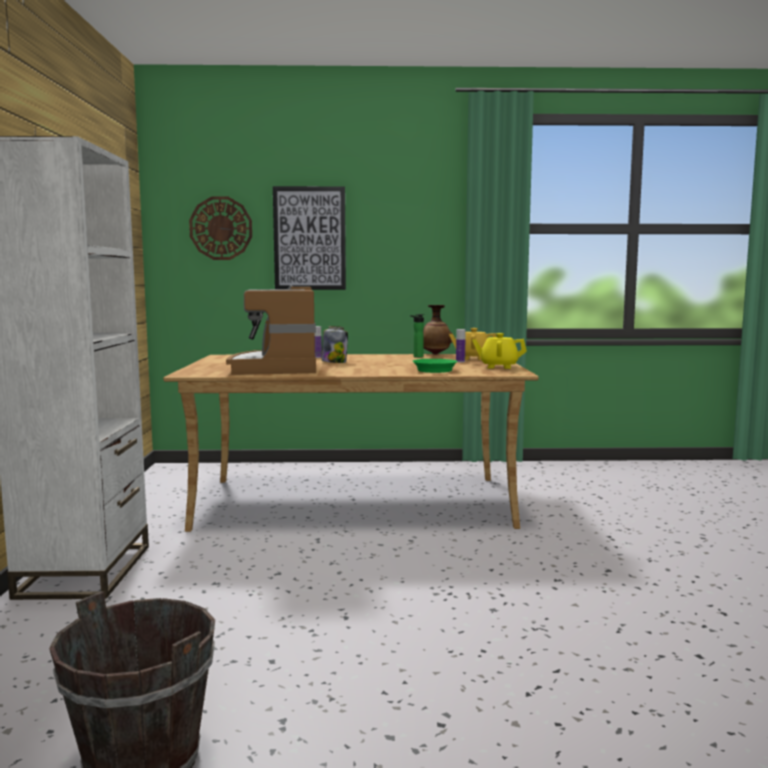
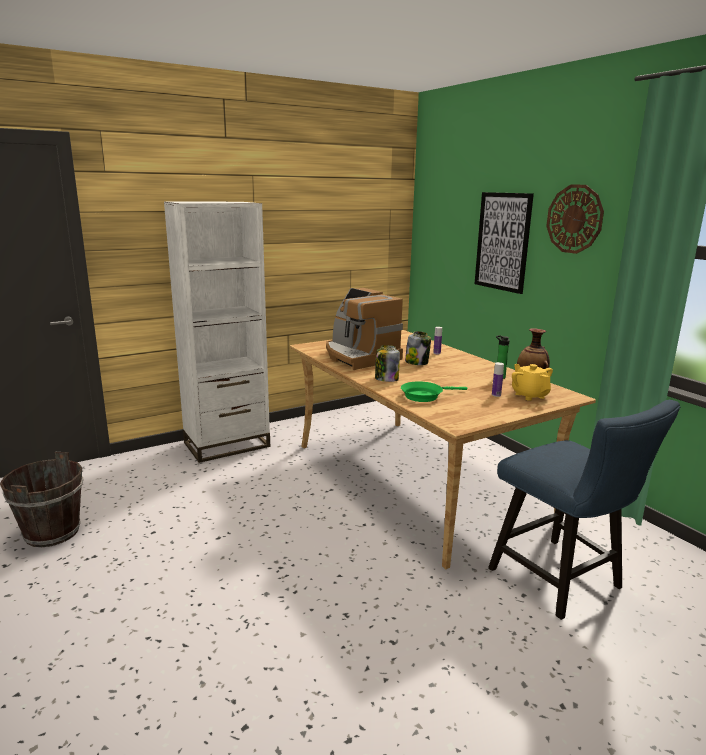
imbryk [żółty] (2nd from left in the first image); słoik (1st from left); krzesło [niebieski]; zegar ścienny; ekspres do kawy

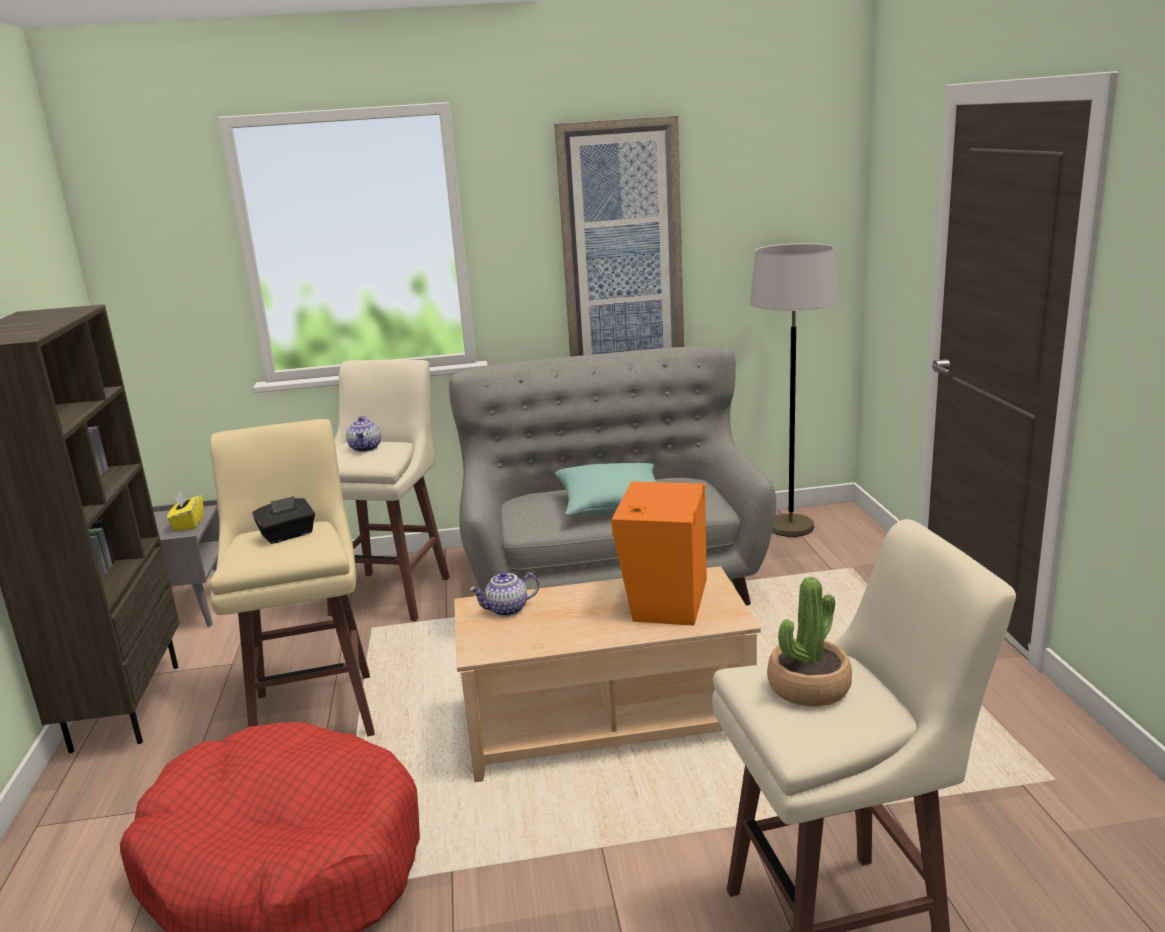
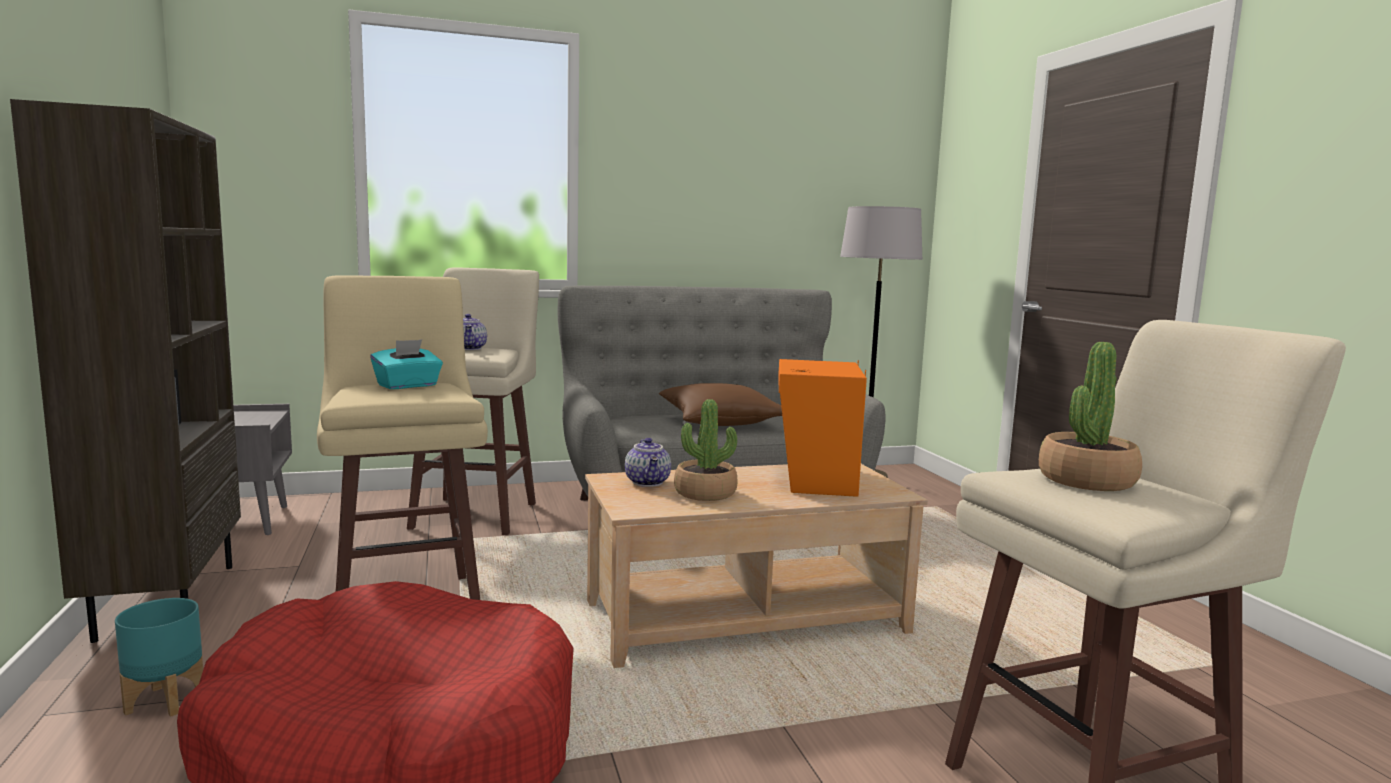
pudełko chusteczek [żółty]; obraz; donica [turkusowy]; roślina doniczkowa (1st from left); pudełko chusteczek [turkusowy]; poduszka [brązowy]; imbryk (2nd from left)

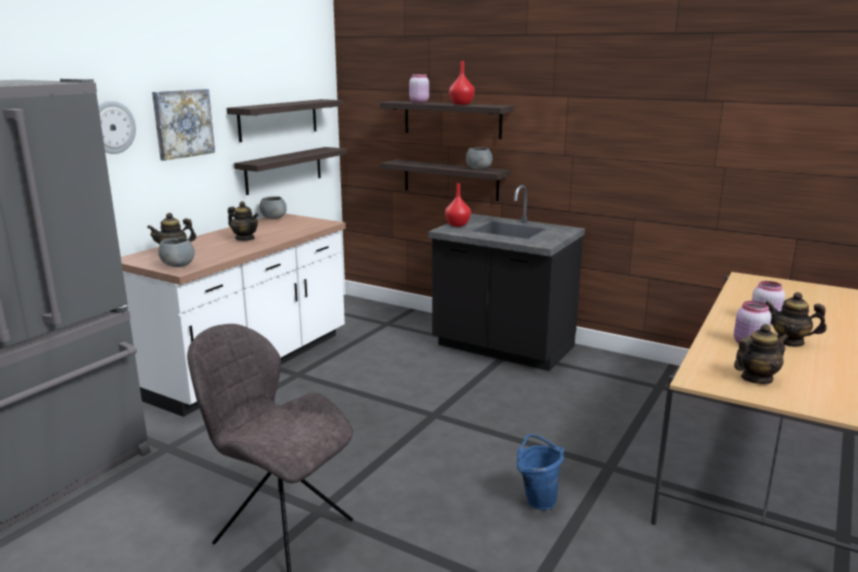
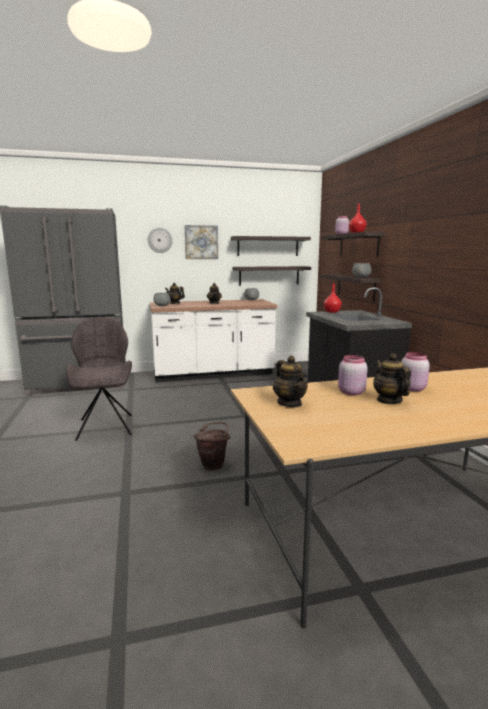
wiadro [brązowy]; imbryk (3rd from left)

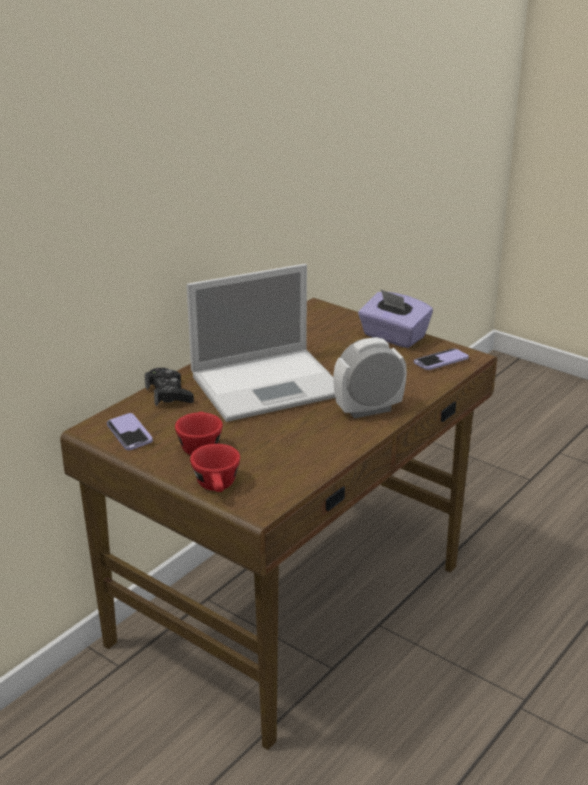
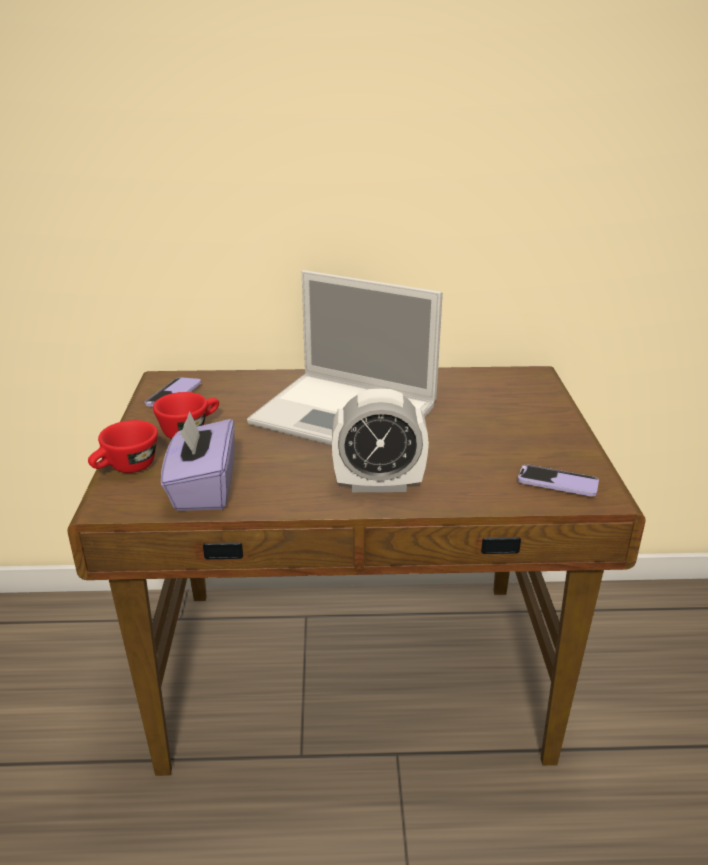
pad do gier [czarny]; pudełko chusteczek [fioletowy]; budzik

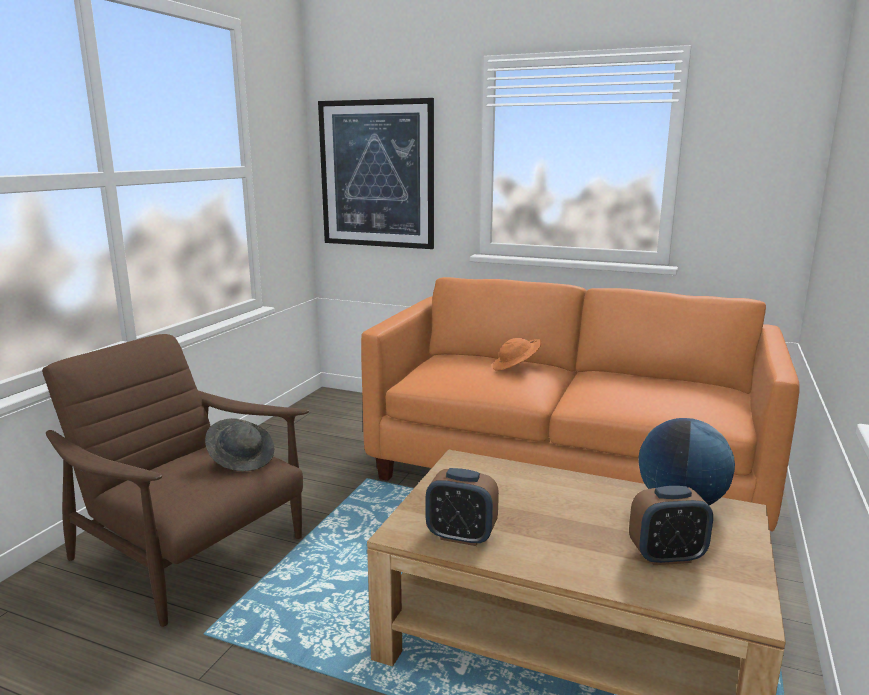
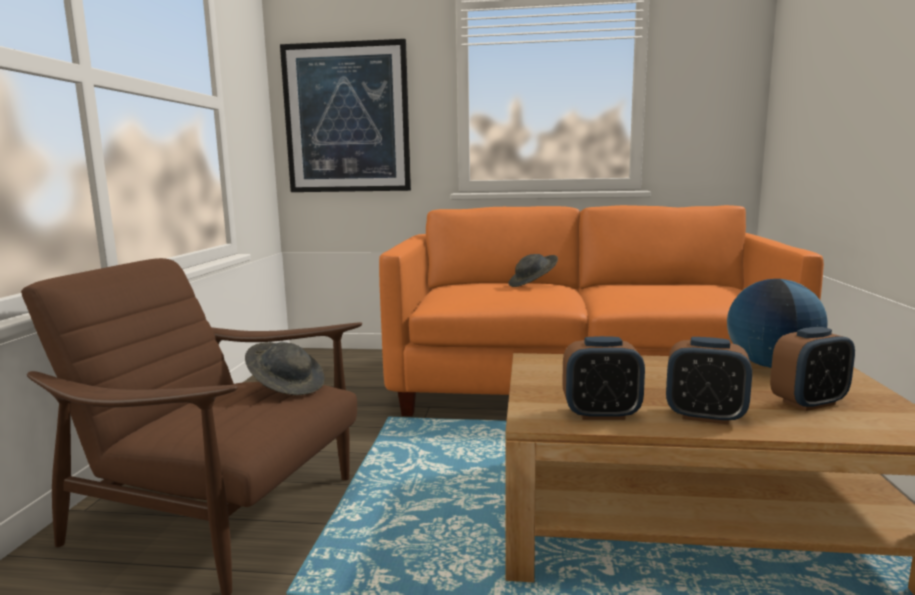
budzik (2nd from left); kapelusz [szary] (2nd from left)

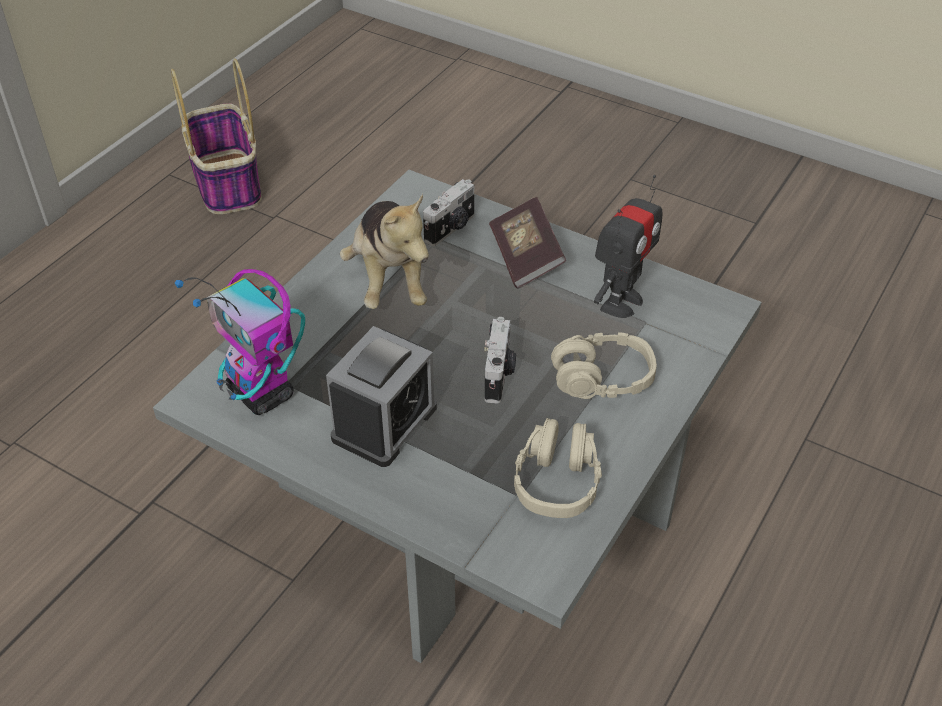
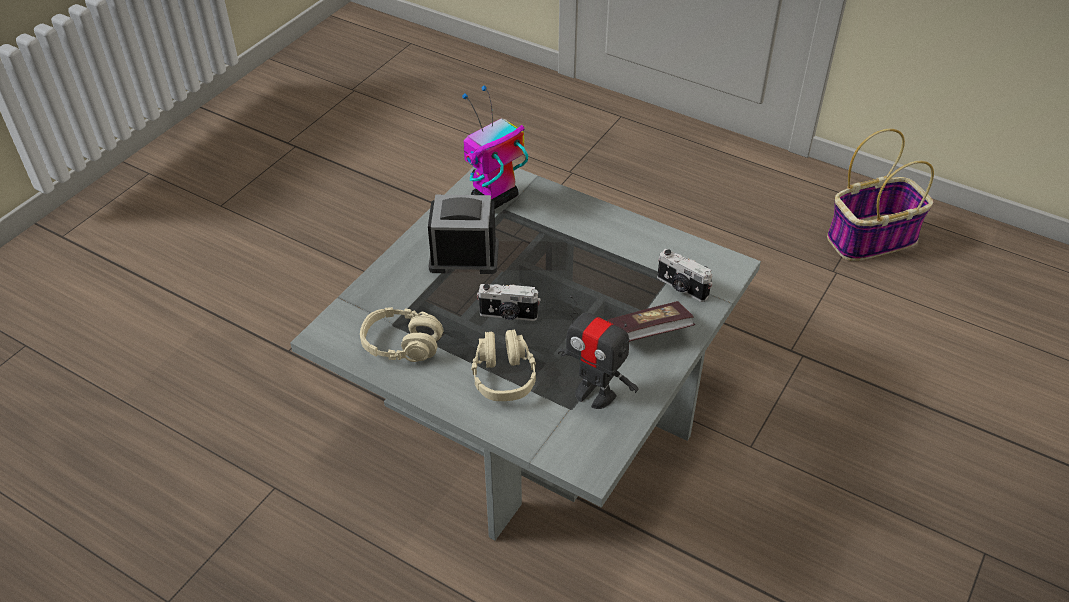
pluszak; budzik

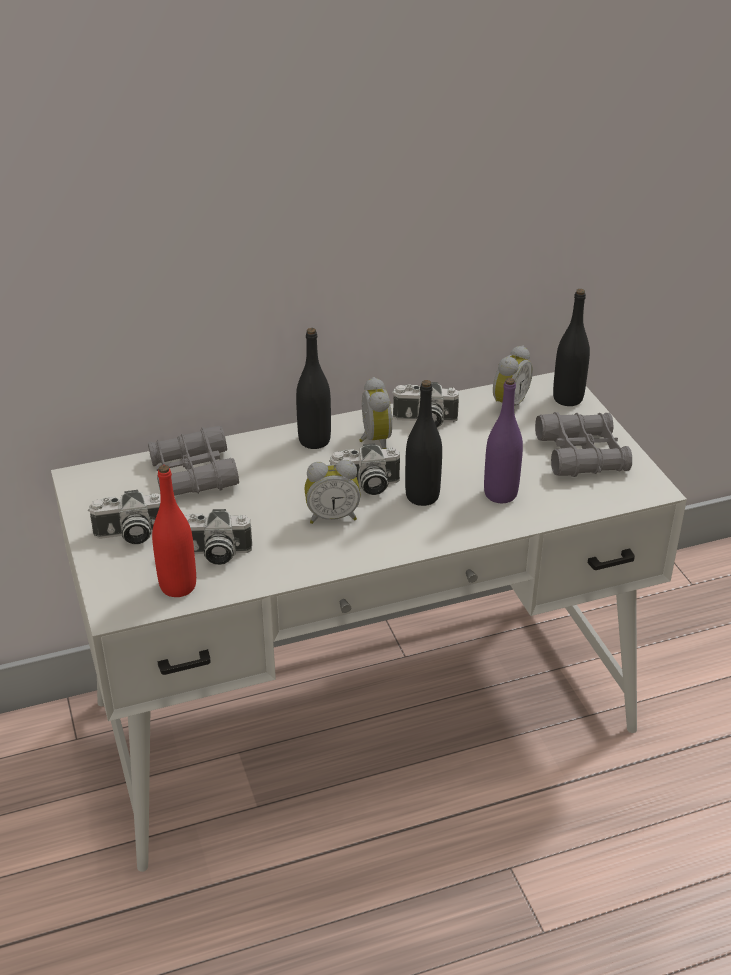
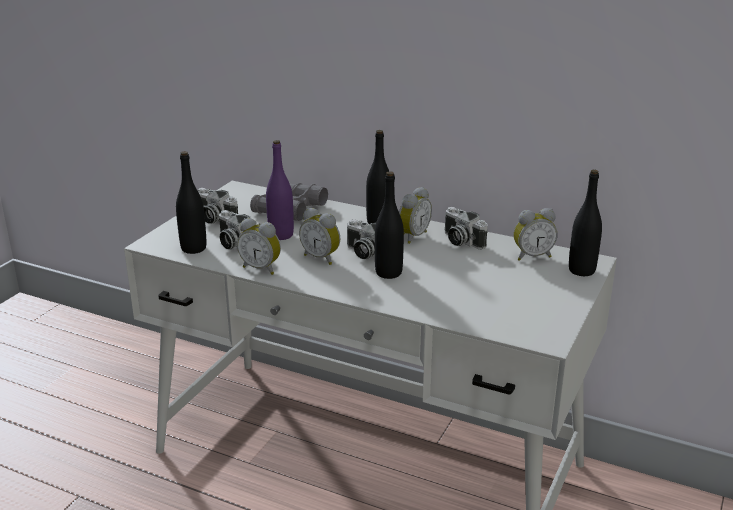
lornetka [szary] (2nd from left in the first image); budzik (1st from left); butelka [fioletowy]; butelka [czarny] (1st from left)

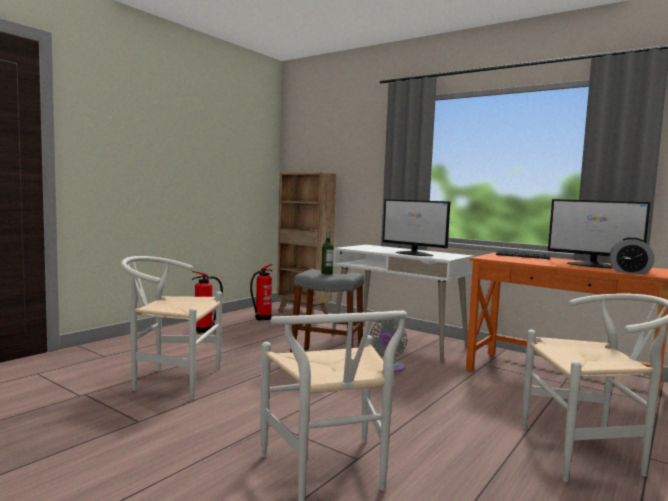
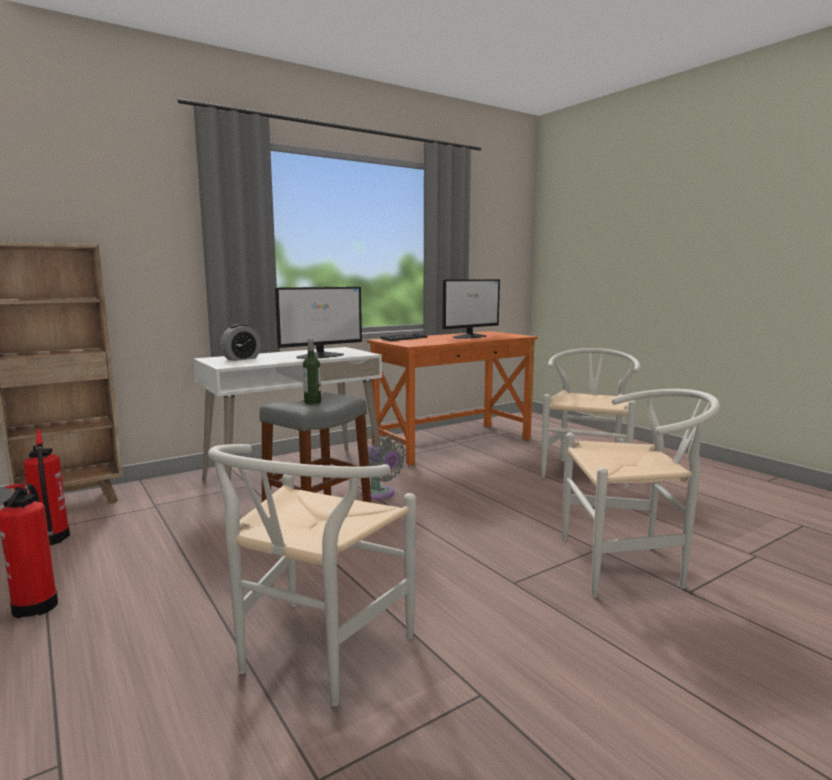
budzik

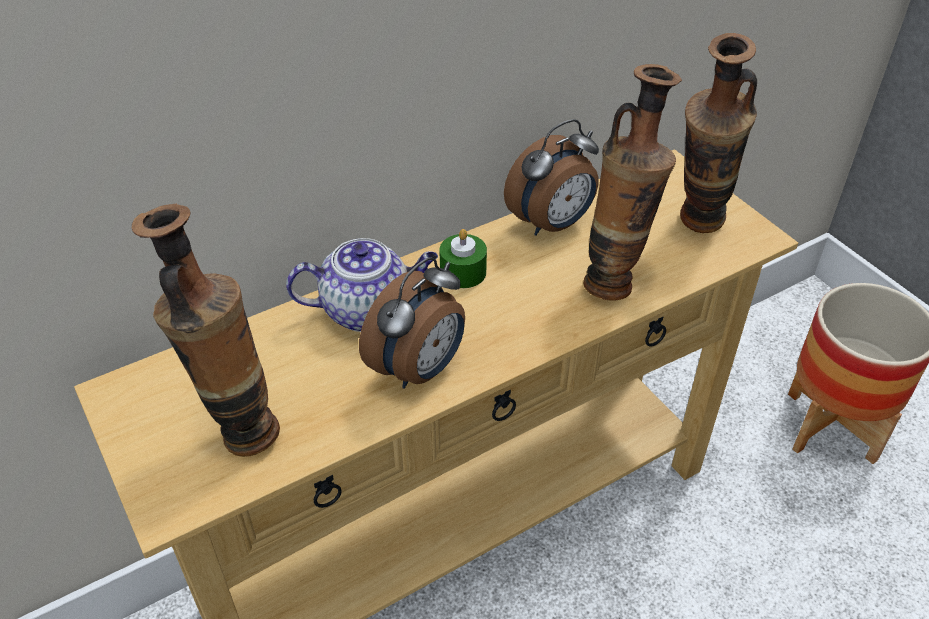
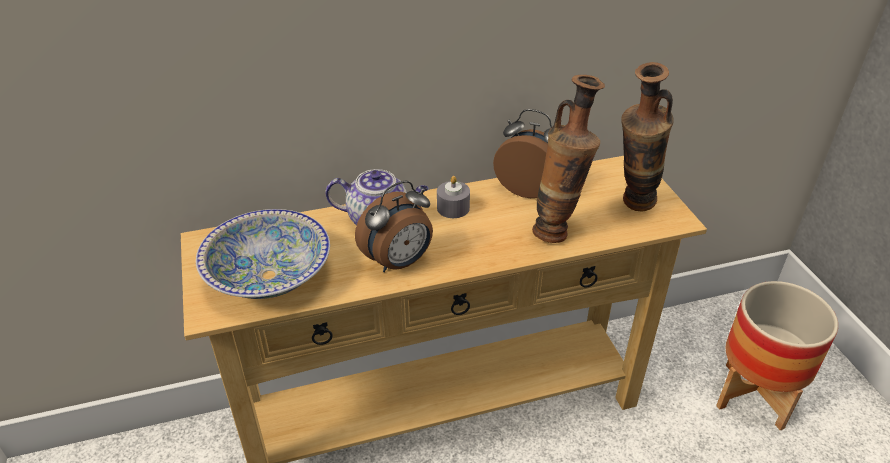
miska; świeca [szary]; budzik (2nd from left)

